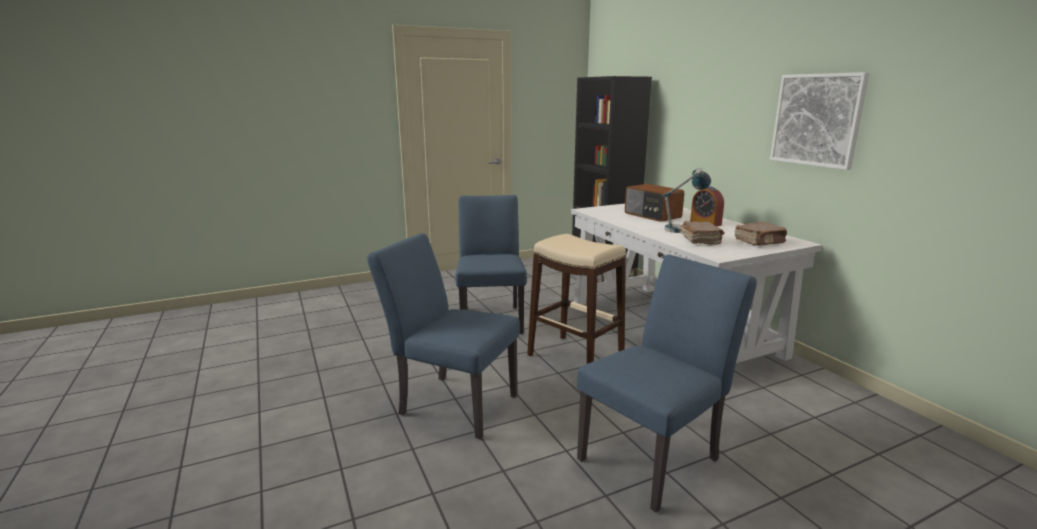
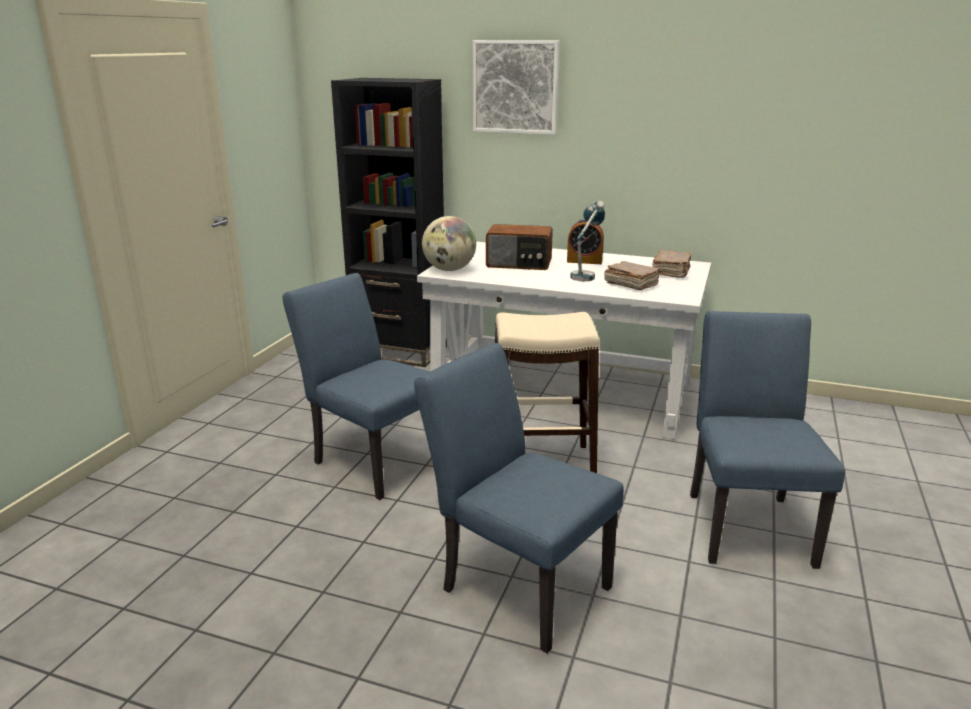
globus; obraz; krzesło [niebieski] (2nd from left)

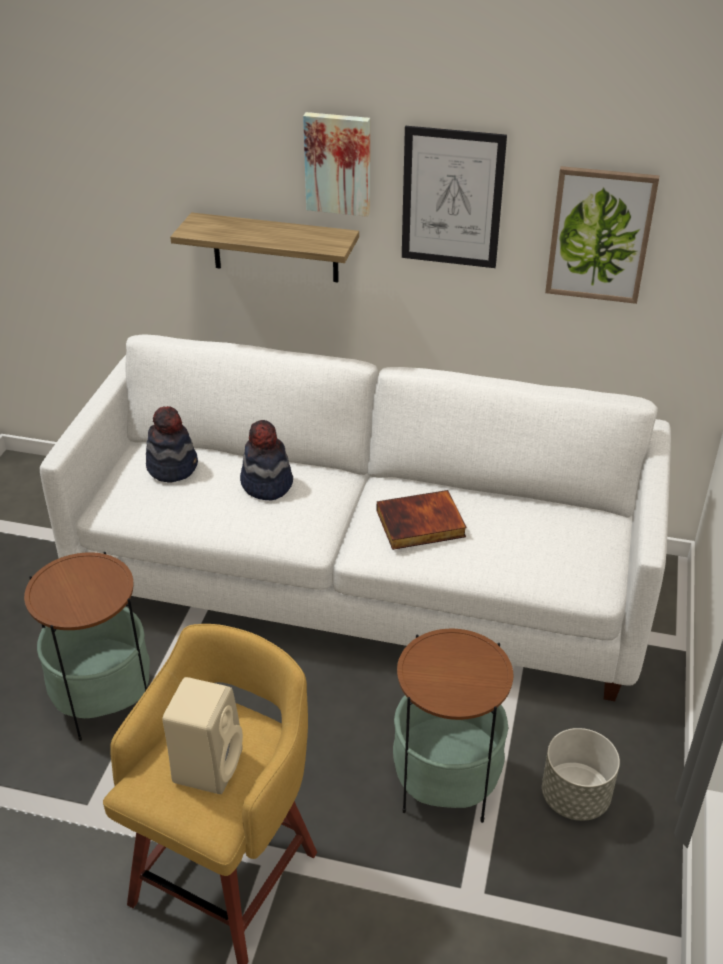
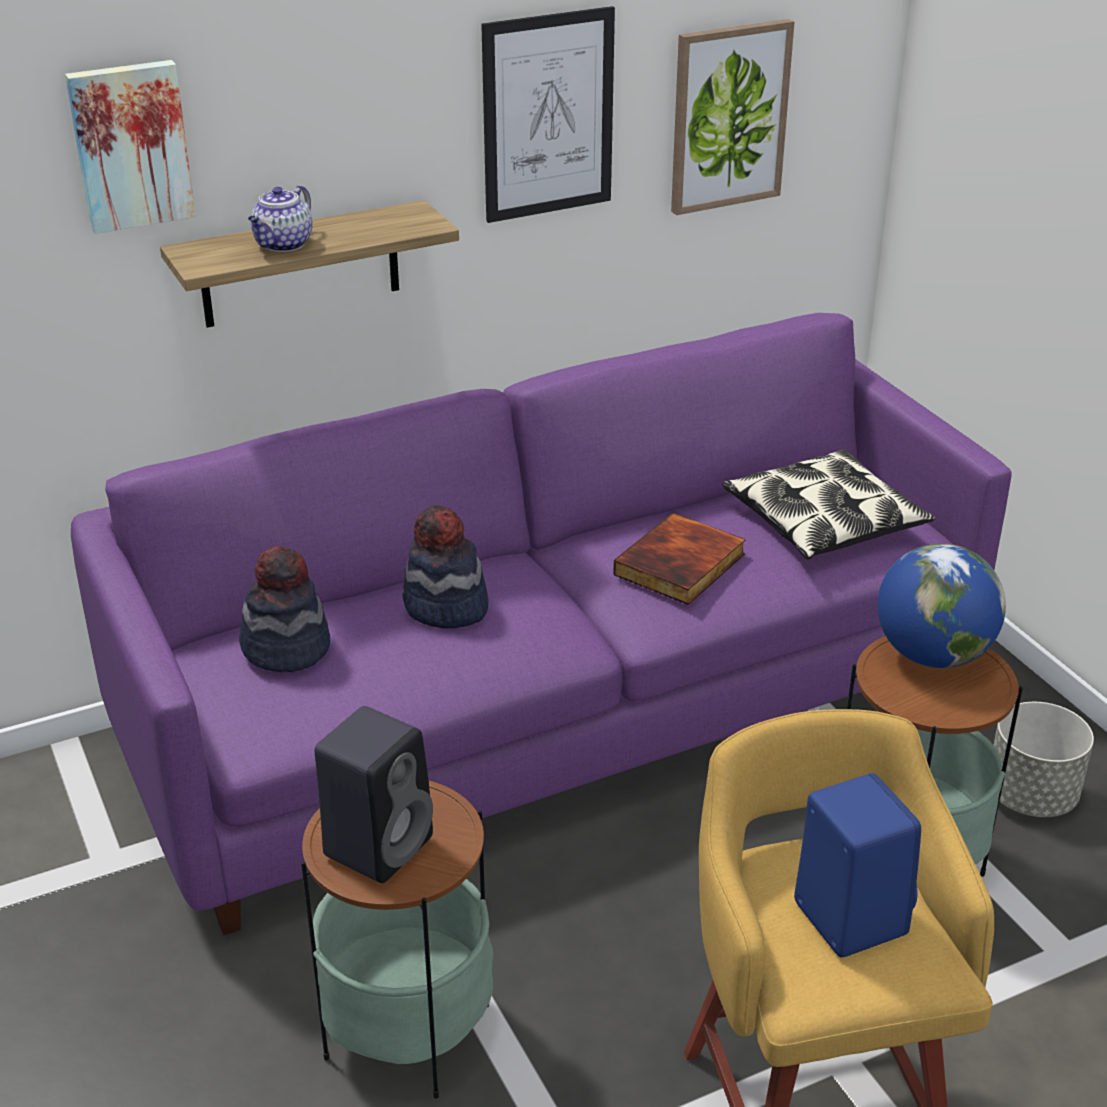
imbryk; głośnik [czarny]; poduszka; globus; obraz (1st from left); kanapa [fioletowy]; głośnik [niebieski]

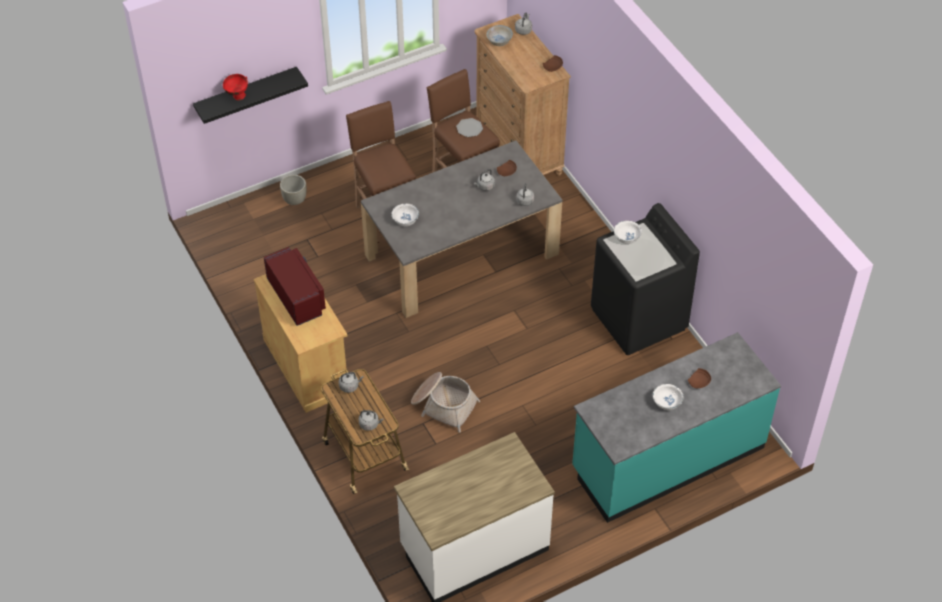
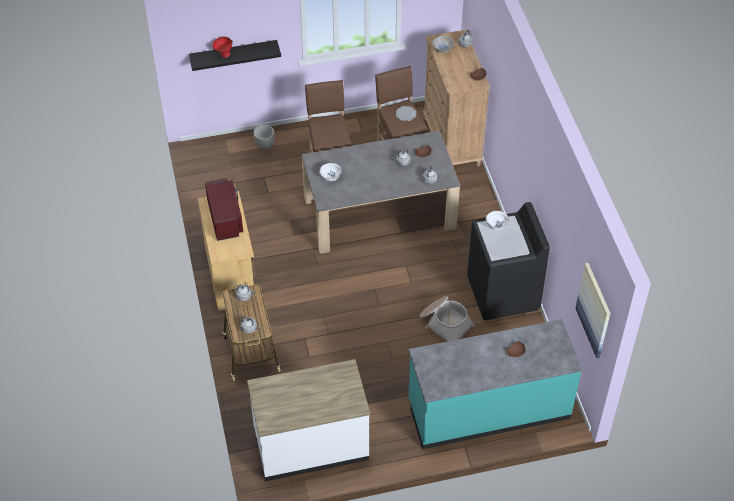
miska [biały] (4th from left in the first image); obraz; koszyk

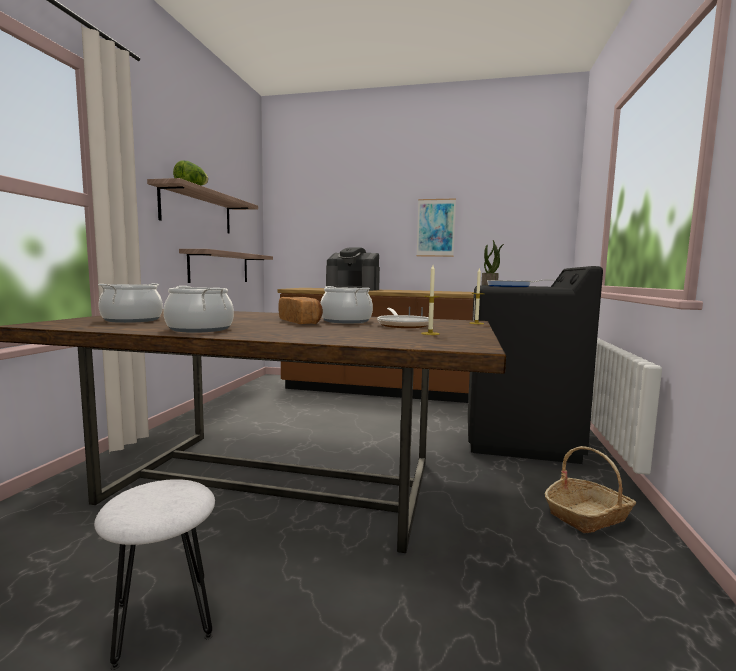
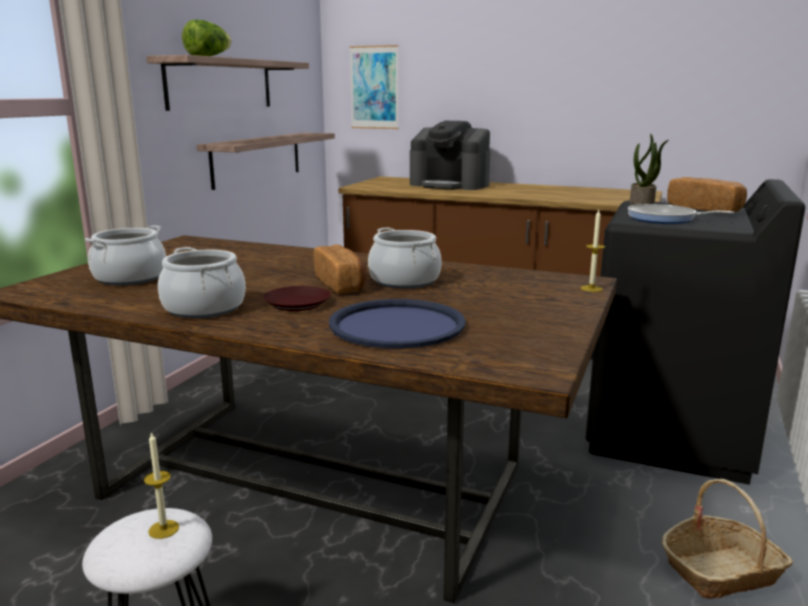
patelnia (1st from left in the first image); talerz [brązowy]; taca [niebieski]; chleb (2nd from left); obraz; świeca (1st from left)

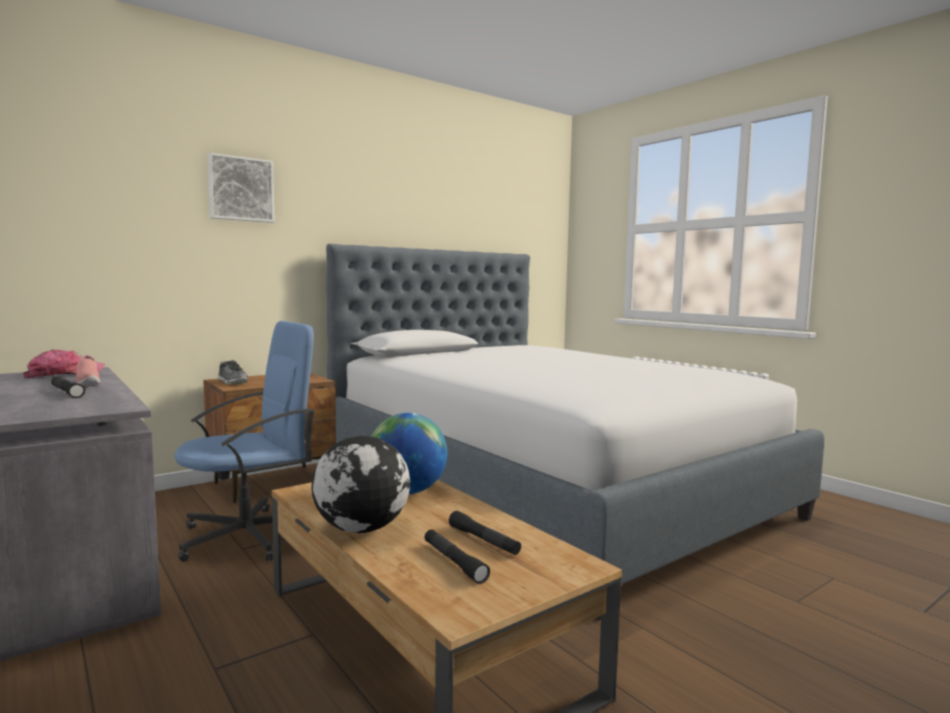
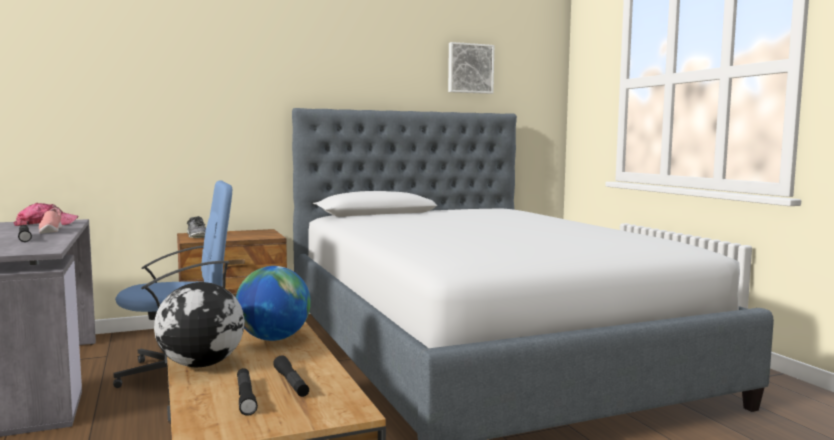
obraz

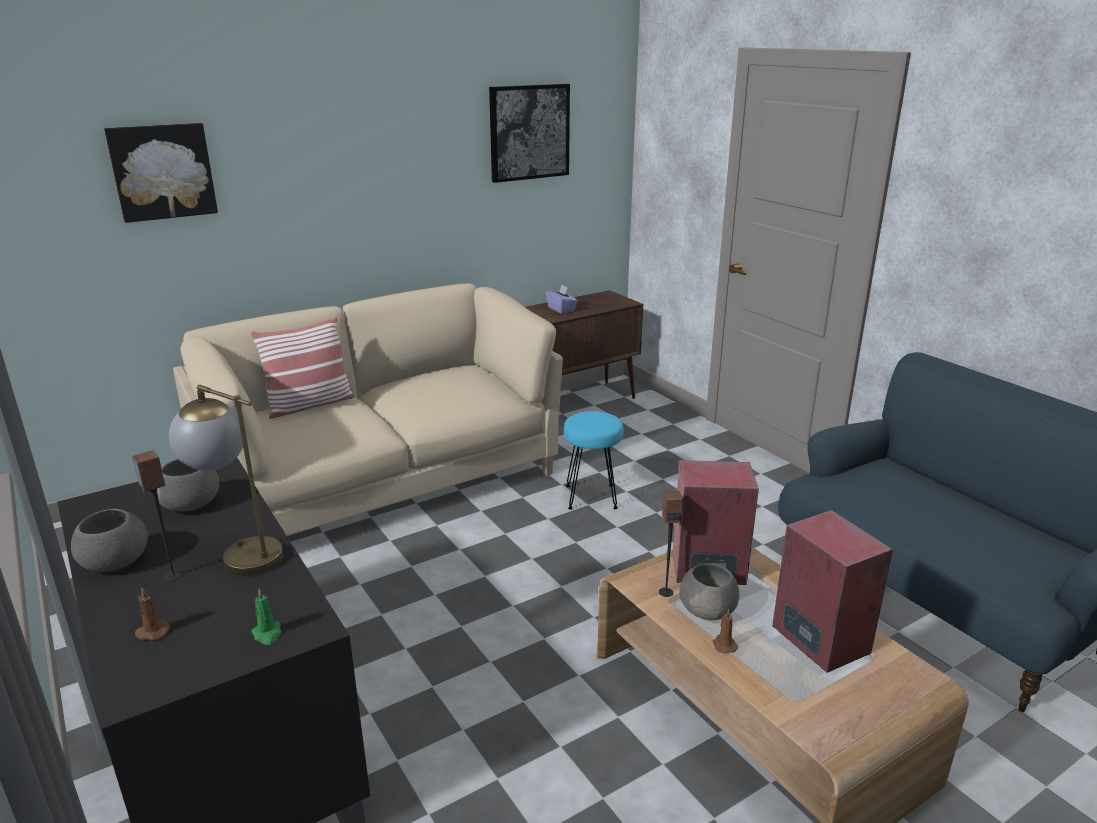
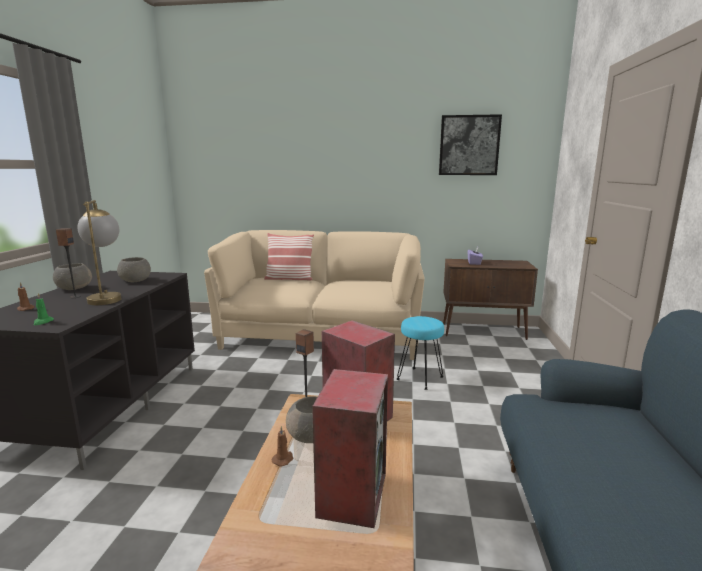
obraz (1st from left in the first image)

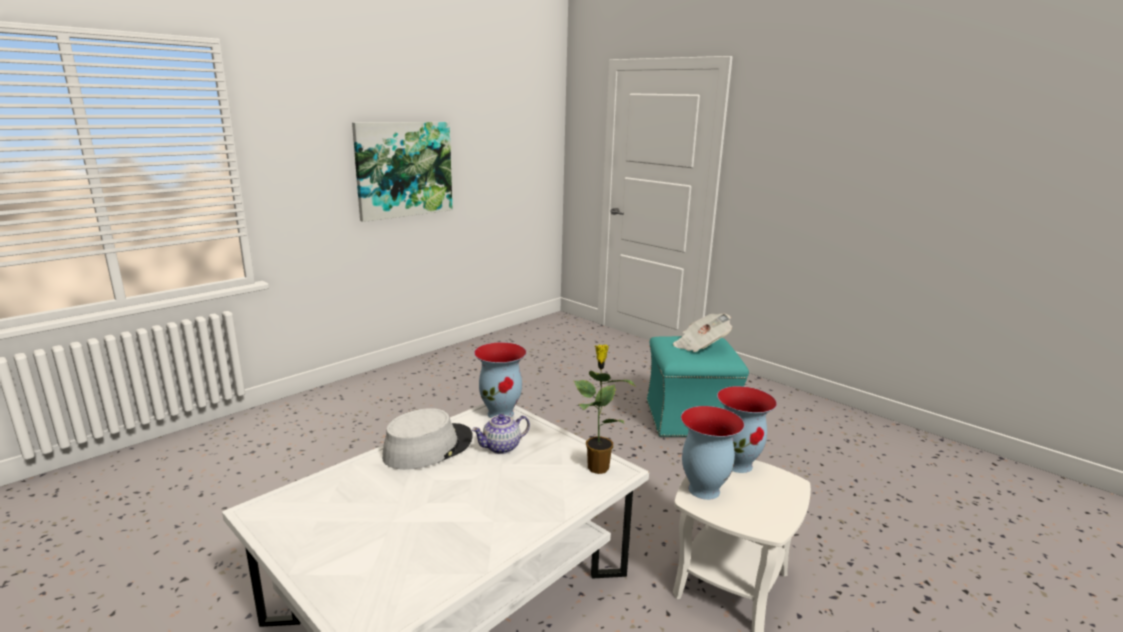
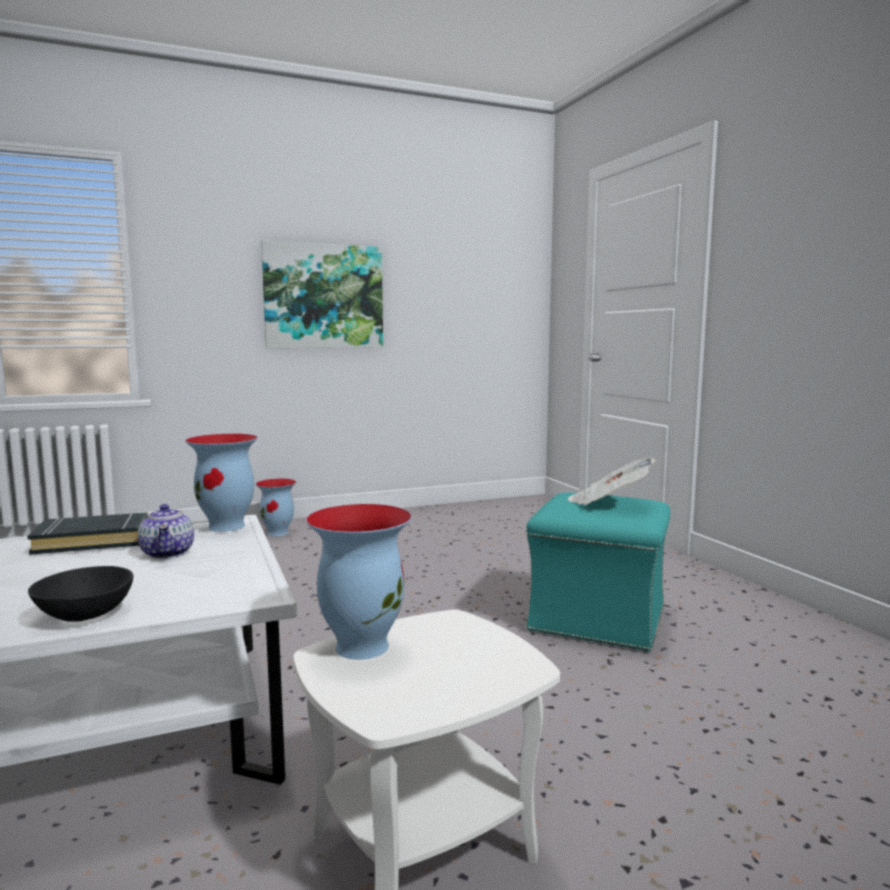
roślina doniczkowa; miska [czarny]; wazon (2nd from left); książka [czarny]; imbryk

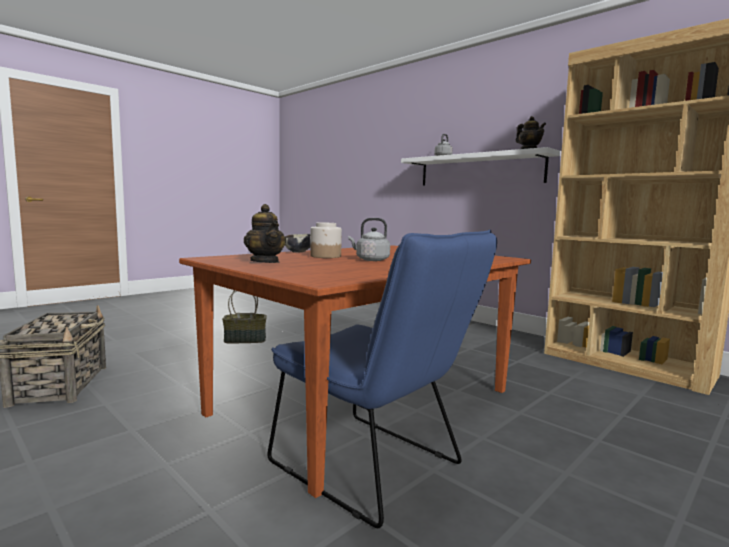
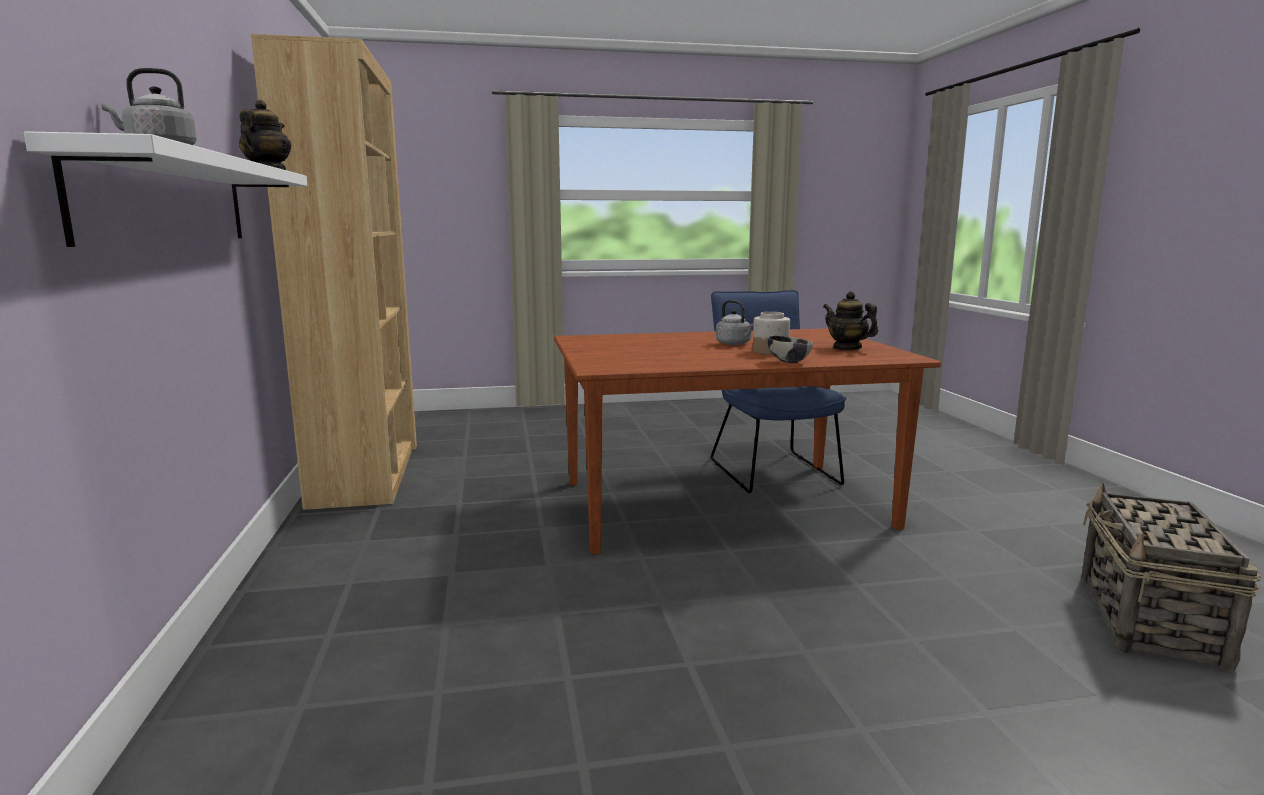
koszyk (2nd from left in the first image); imbryk (2nd from left)

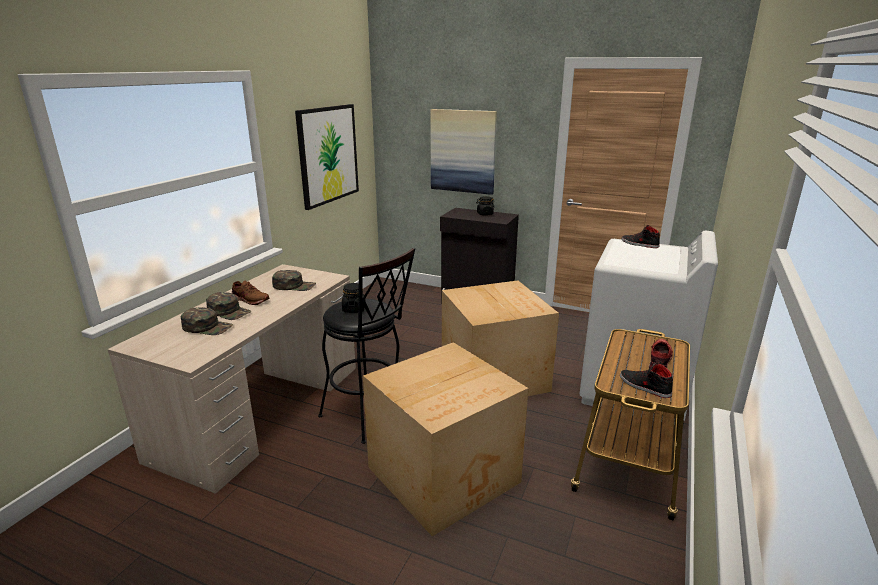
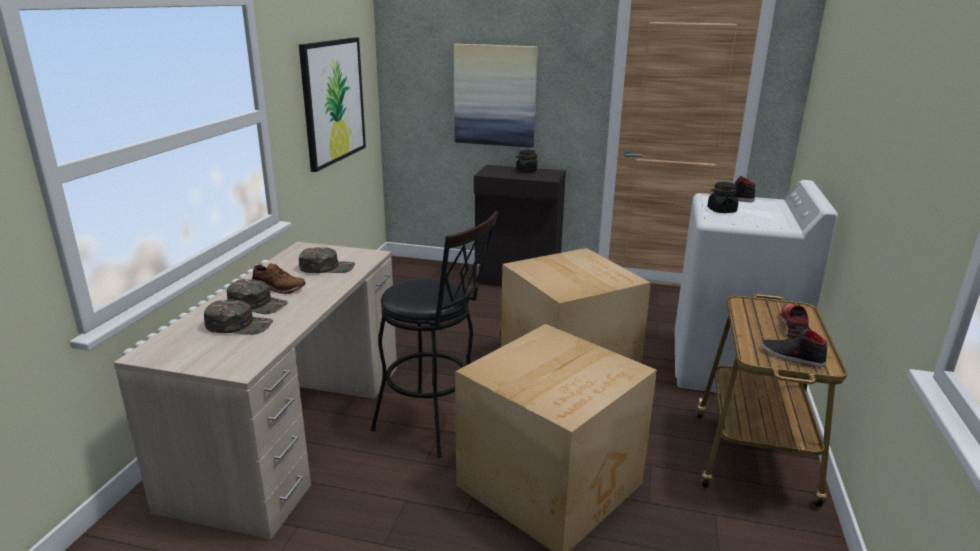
słoik [czarny] (2nd from left)

